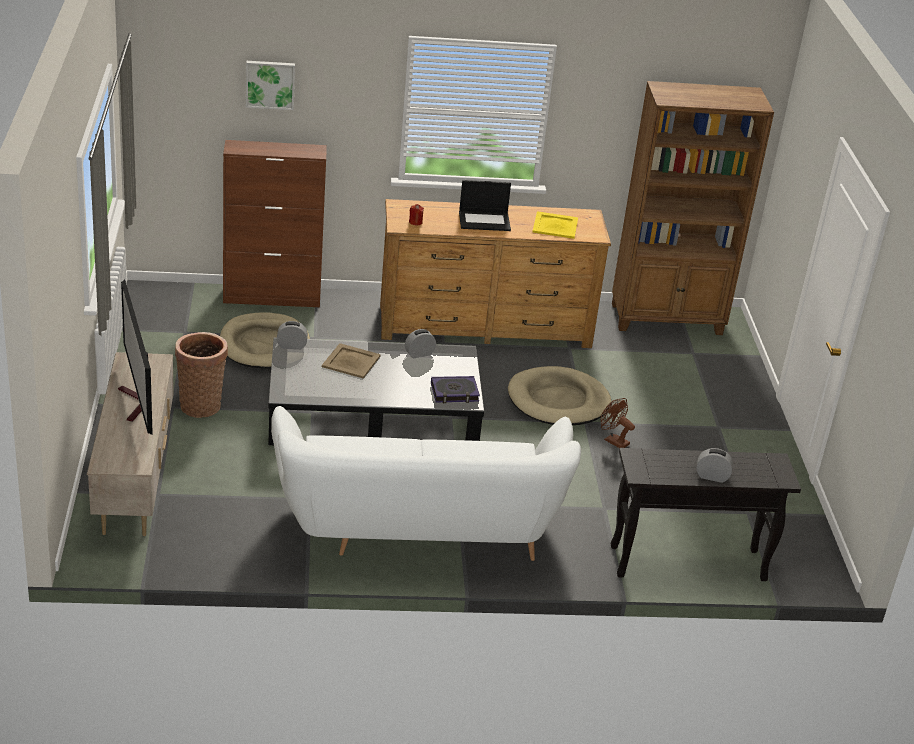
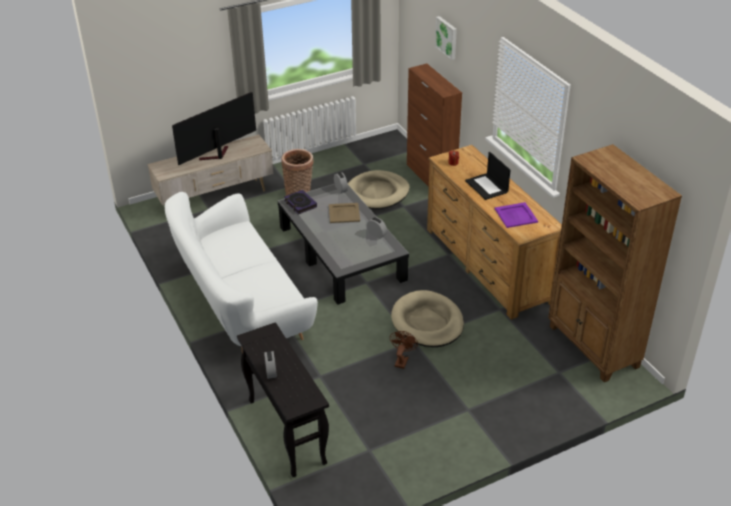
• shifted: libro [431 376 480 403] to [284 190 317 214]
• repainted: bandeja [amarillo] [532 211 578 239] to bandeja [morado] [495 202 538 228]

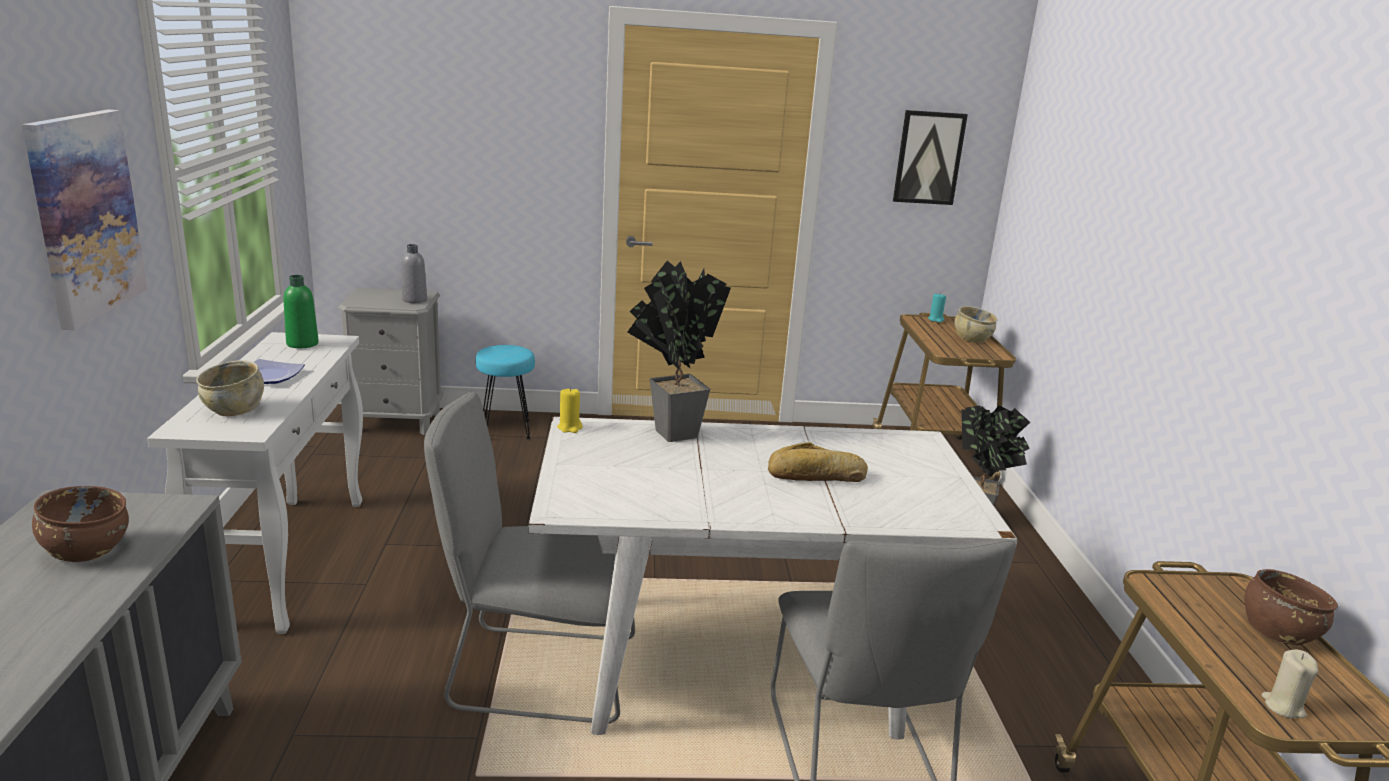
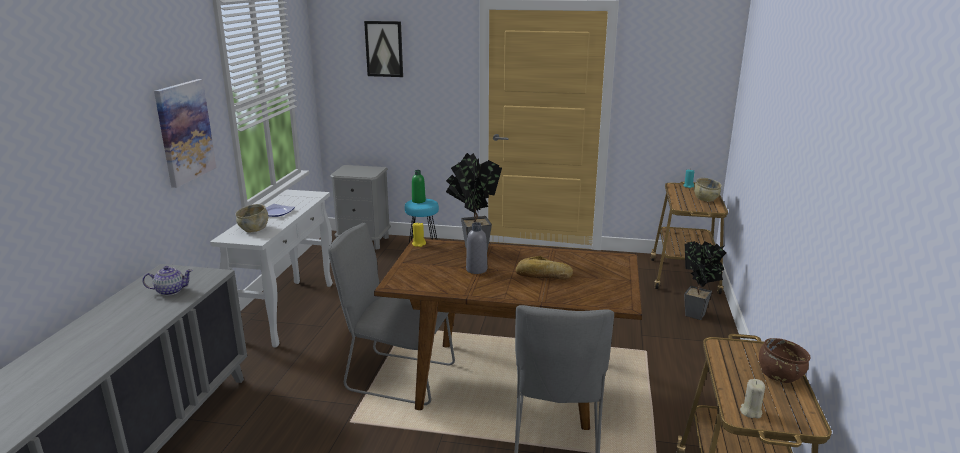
• swapped: cuenco [marrón] [32 486 129 562] to tetera [142 266 193 296]
• shifted: cuadro [893 110 968 205] to [364 21 403 77]
• repainted: mesa de comedor [blanco] [529 417 1018 740] to mesa de comedor [marrón] [374 239 642 430]
• shifted: botella [verde] [283 275 319 348] to [412 170 426 203]
• shifted: botella [gris] [402 244 427 303] to [466 222 487 274]

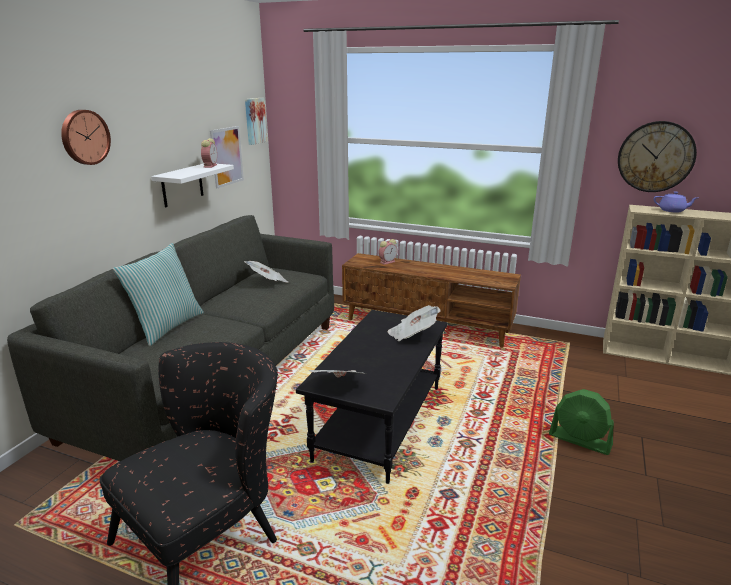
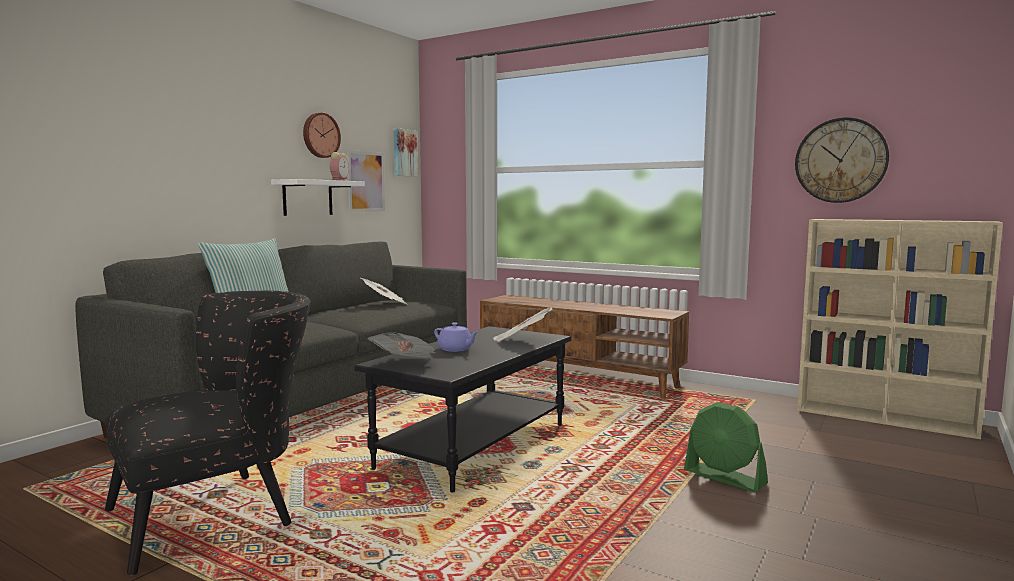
• shifted: reloj de pared [61 110 111 165] to [303 113 341 158]
• shifted: tetera [morado] [654 191 698 212] to [434 322 479 352]
• gone: despertador [378 239 398 265]

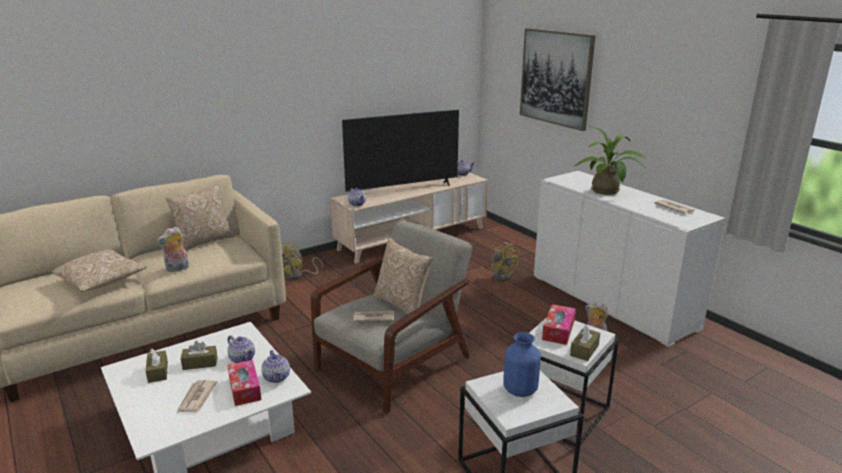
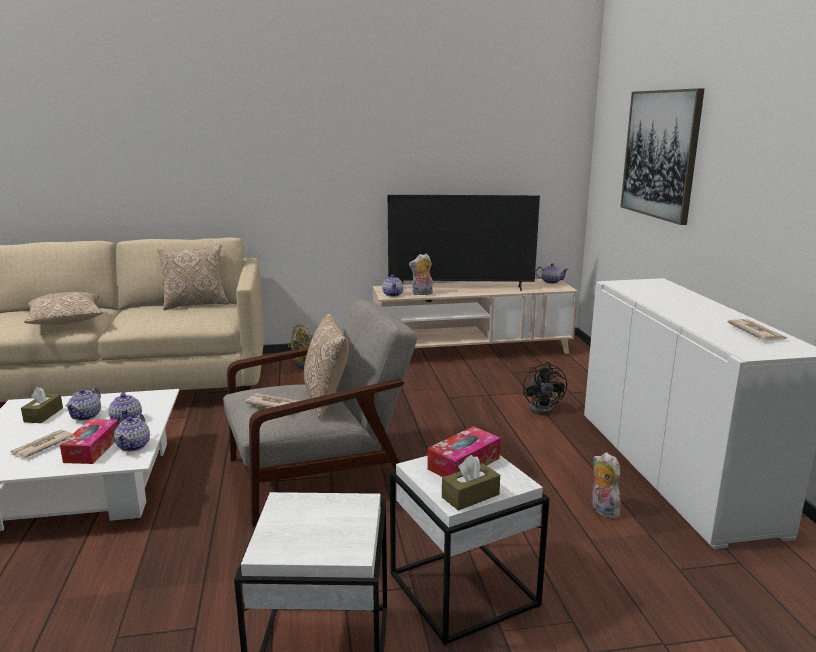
• swapped: caja de pañuelos [marrón] [181 341 217 370] to tetera [65 387 101 421]
• shifted: peluche [156 227 189 272] to [409 254 433 295]
• repainted: ventilador [amarillo] [491 242 519 281] to ventilador [negro] [523 362 567 415]
• gone: florero [azul] [503 332 541 397]
• gone: planta en maceta [574 126 645 195]

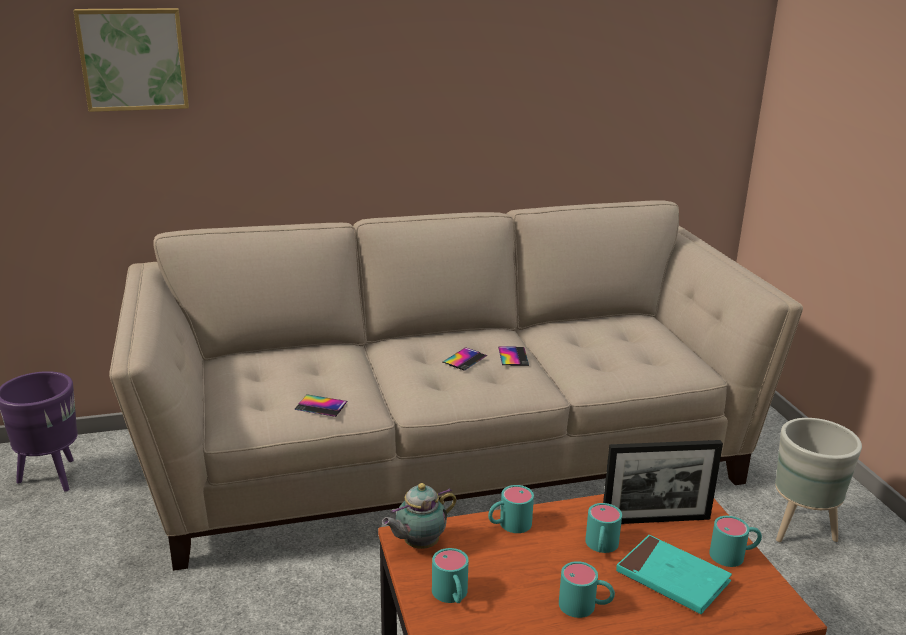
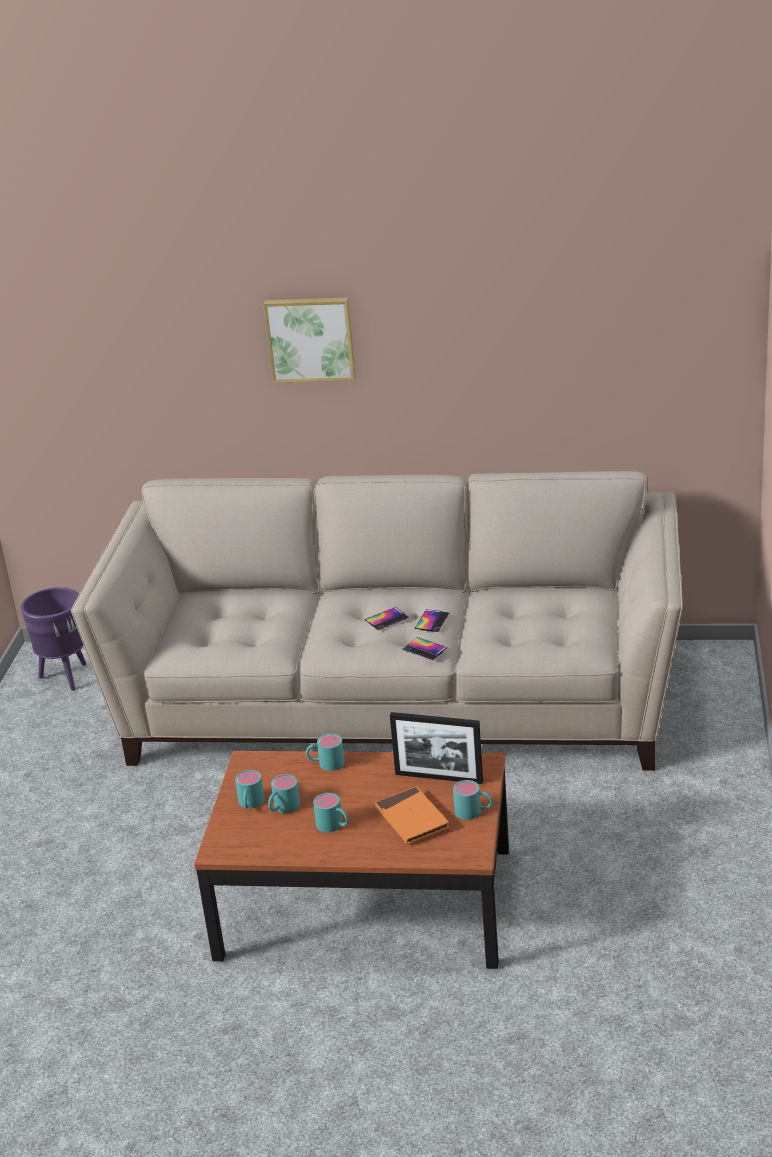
• shifted: cuadro [73 8 189 112] to [263 298 356 383]
• shifted: taza grande [turquesa] [585 503 622 553] to [268 774 300 813]
• repainted: libro [turquesa] [616 535 732 614] to libro [naranja] [375 786 450 845]
• shifted: móvil [294 394 347 417] to [402 637 448 660]
• gone: tetera [382 483 457 549]
• gone: maceta [gris] [775 418 862 542]

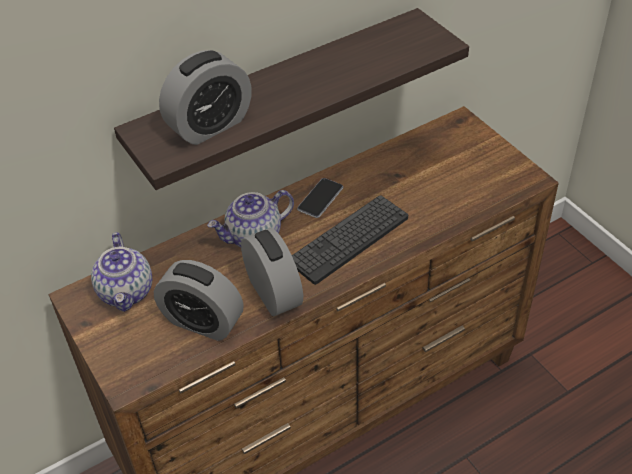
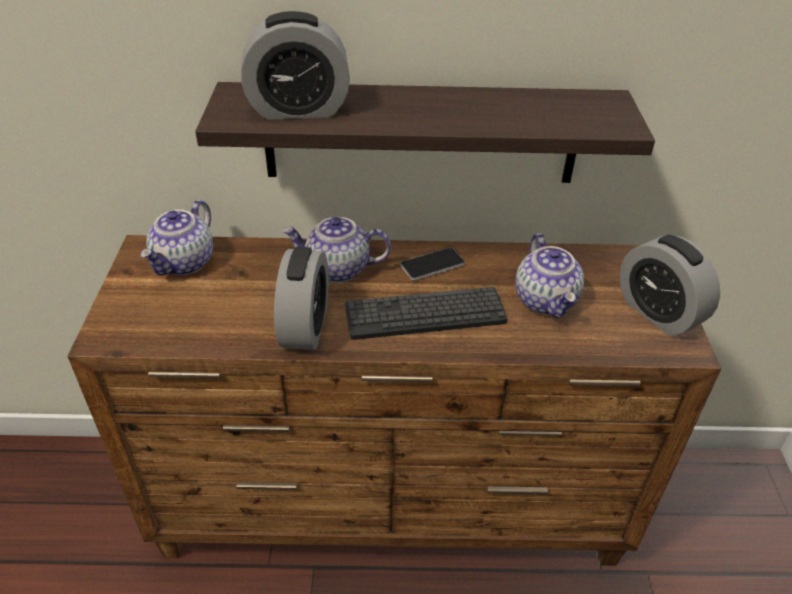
• new: tetera [515 233 584 318]
• shifted: despertador [154 260 243 341] to [620 235 720 336]

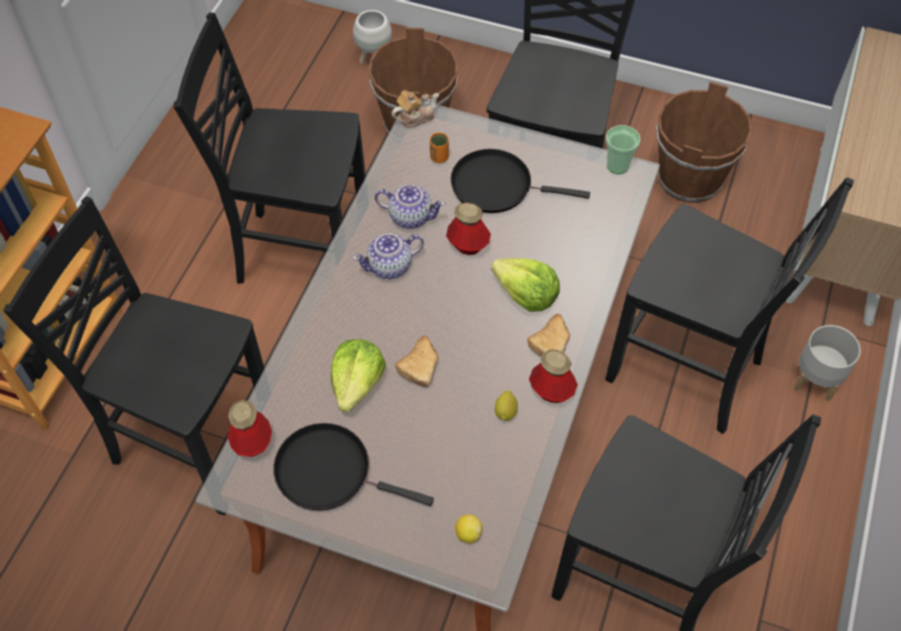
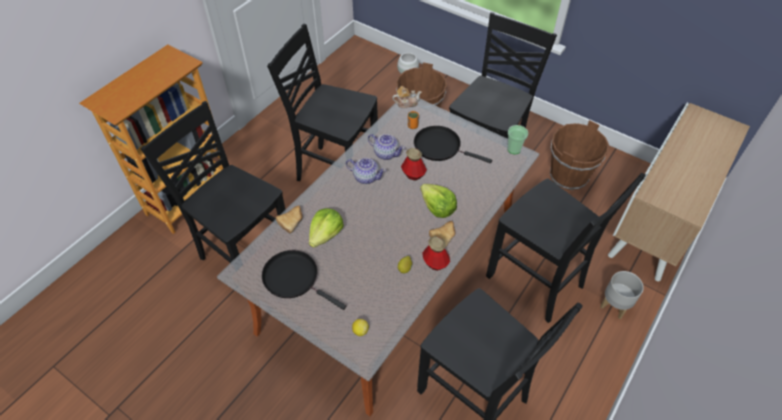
• shifted: pan [395 336 438 387] to [276 205 303 233]
• rotated: tetera [352 233 424 279] = [346 158 386 184] 150 degrees counterclockwise
• gone: botella [228 400 272 457]

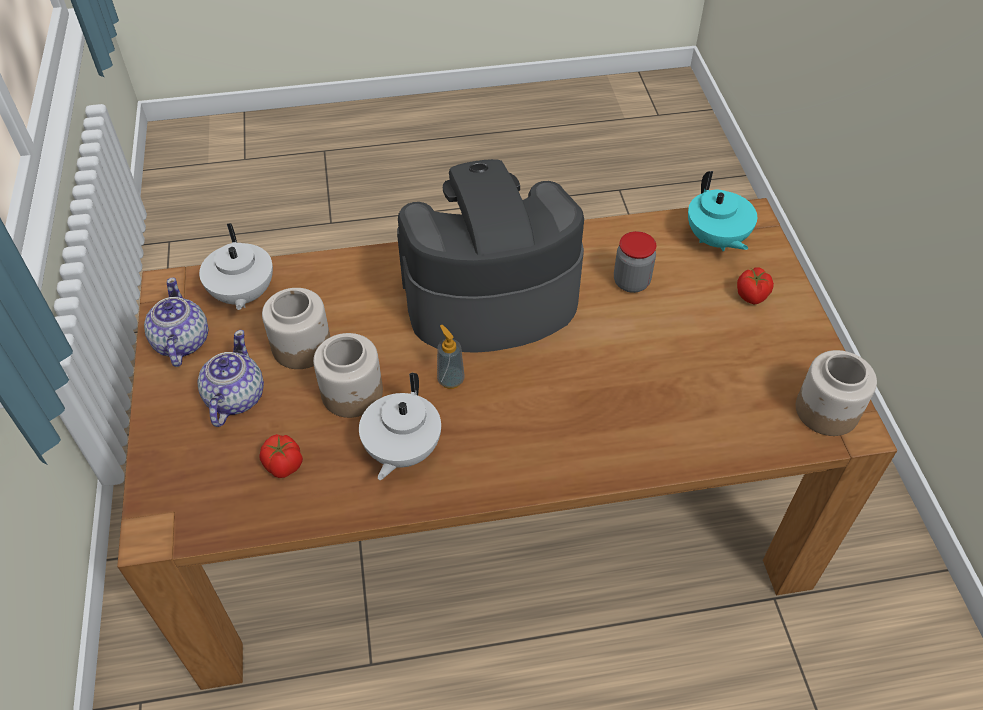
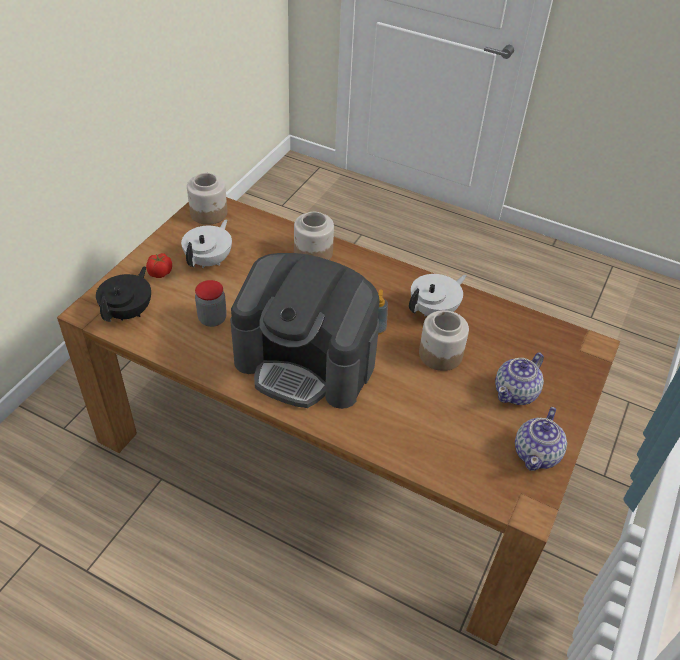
• repainted: tetera [turquesa] [688 171 757 251] to tetera [negro] [96 266 151 322]
• shifted: tetera [blanco] [199 223 273 310] to [181 219 232 268]
• shifted: tarro [262 288 330 369] to [294 212 334 260]
• gone: tomate [259 434 303 478]

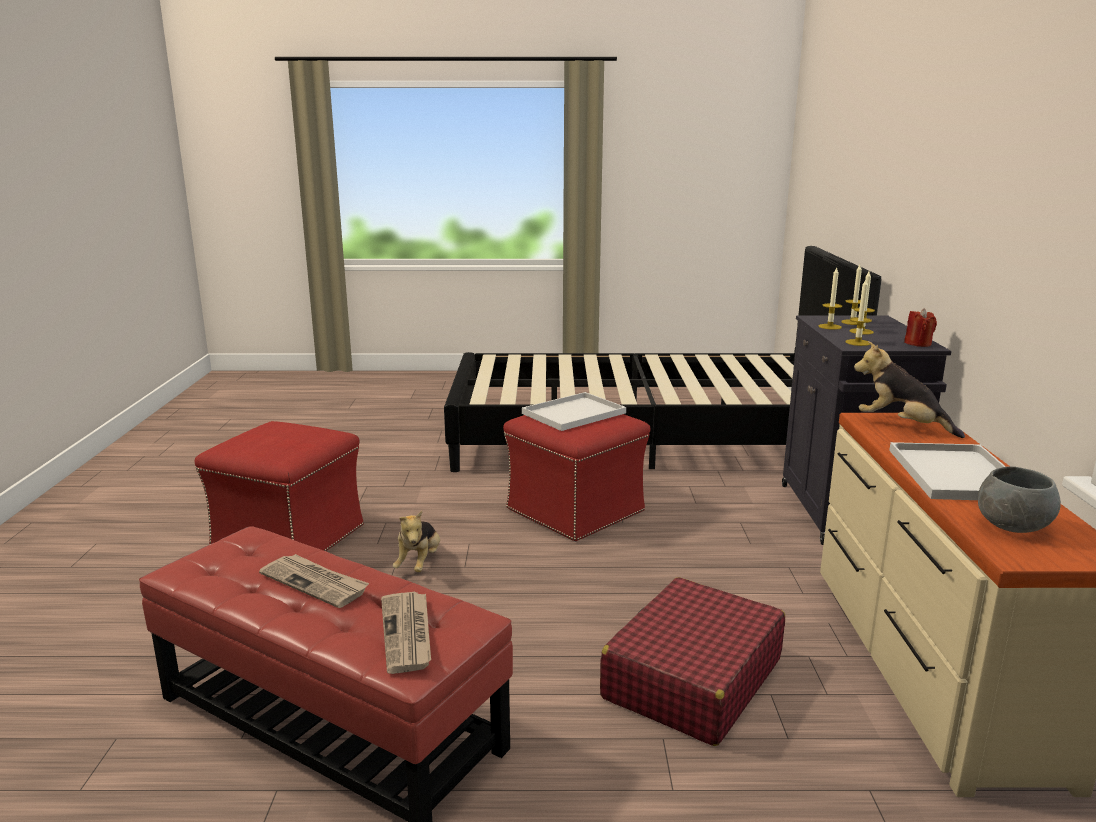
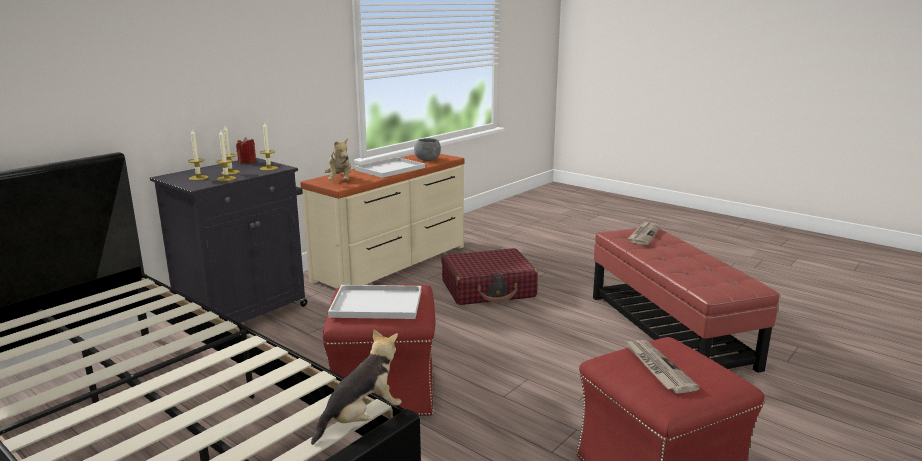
• shifted: peluche [393 511 440 572] to [311 329 401 445]
• shifted: periódico [259 554 369 608] to [625 340 700 394]

